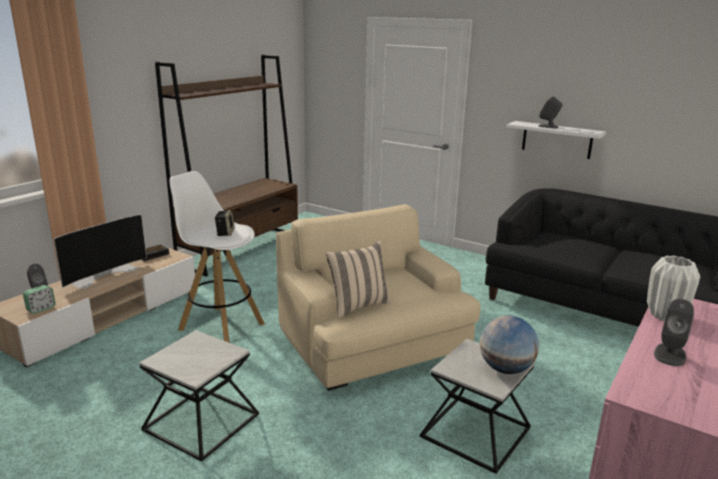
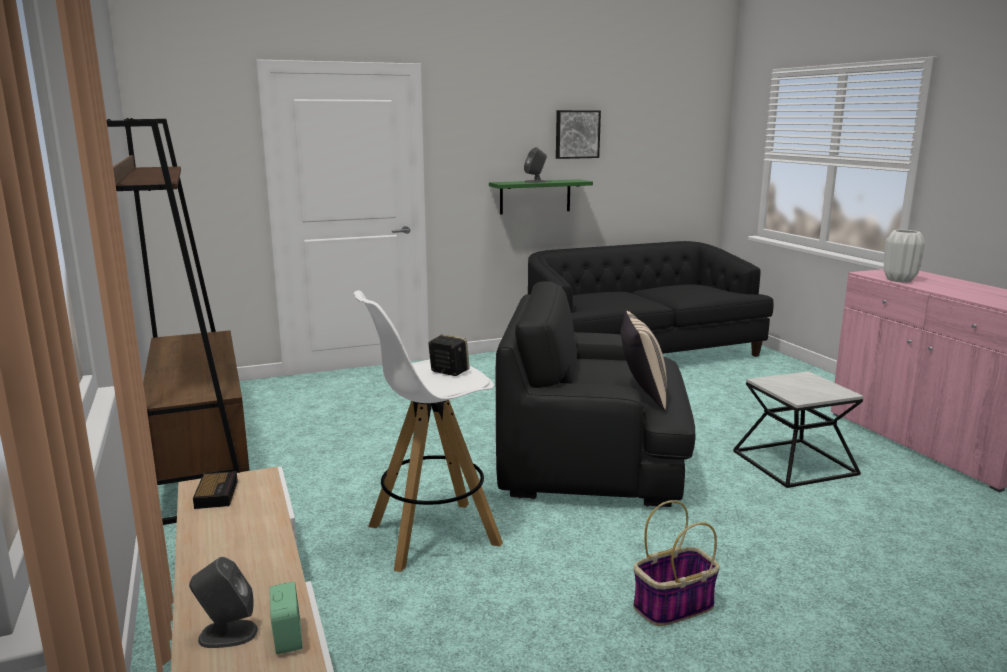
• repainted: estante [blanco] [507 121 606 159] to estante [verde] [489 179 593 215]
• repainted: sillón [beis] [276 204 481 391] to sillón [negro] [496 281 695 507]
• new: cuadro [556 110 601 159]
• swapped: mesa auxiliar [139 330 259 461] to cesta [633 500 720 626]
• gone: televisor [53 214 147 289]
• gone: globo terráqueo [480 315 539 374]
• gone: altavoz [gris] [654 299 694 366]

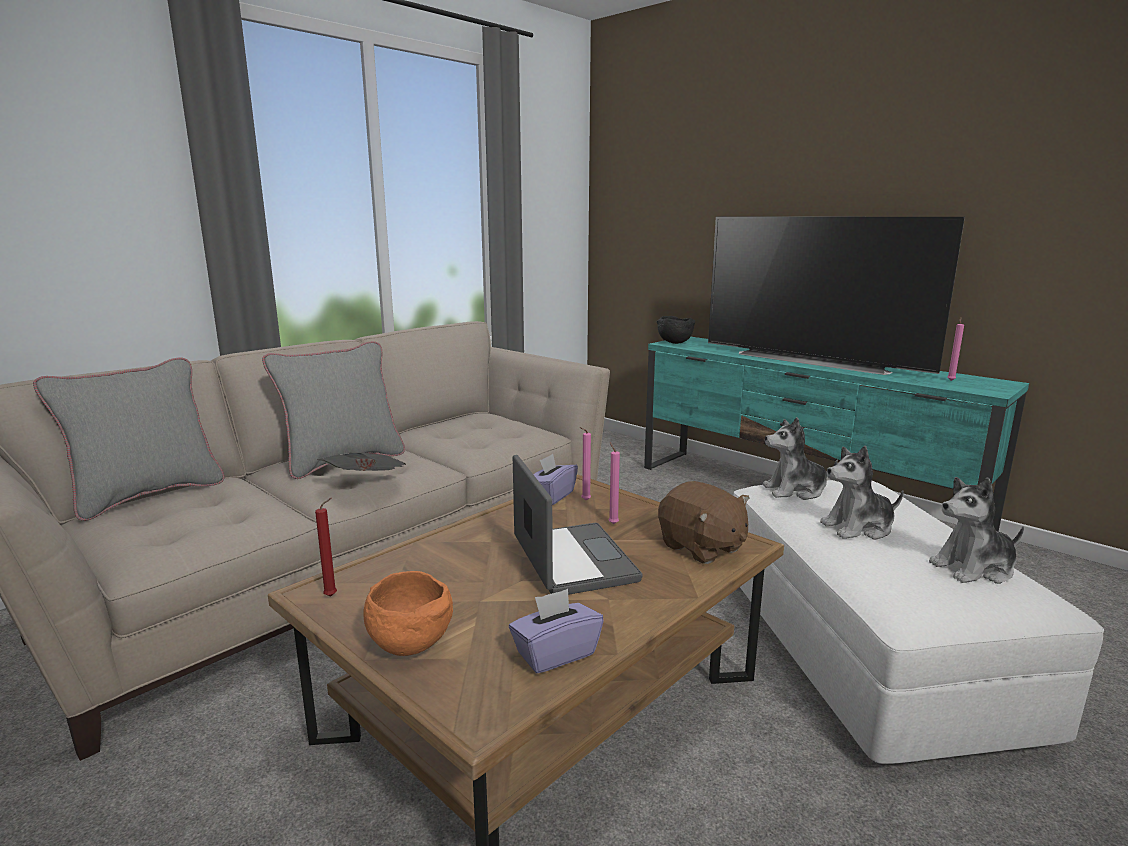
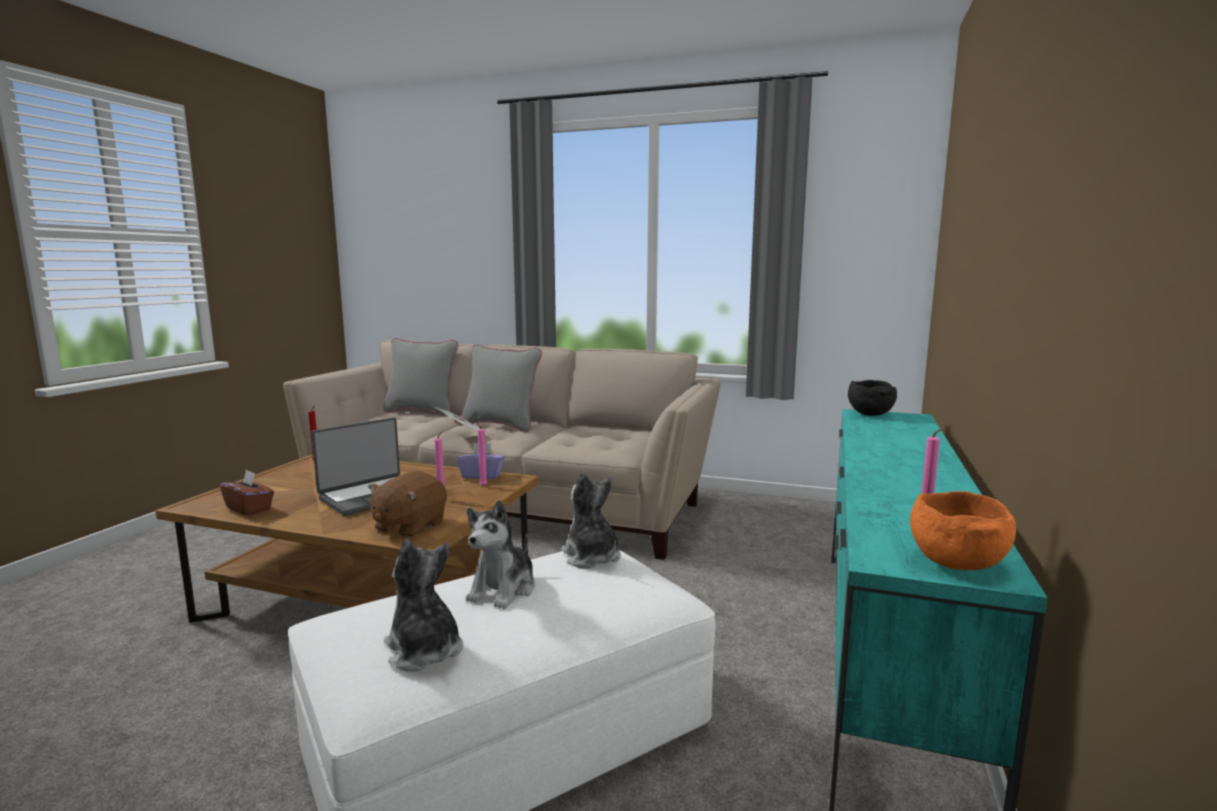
• repainted: caja de pañuelos [morado] [509 589 604 673] to caja de pañuelos [marrón] [220 469 274 516]
• rotated: peluche [820 446 904 540] = [466 500 535 609] 120 degrees counterclockwise
• shifted: cuenco [naranja] [363 571 453 656] to [910 491 1016 570]
• gone: televisor [708 217 965 375]

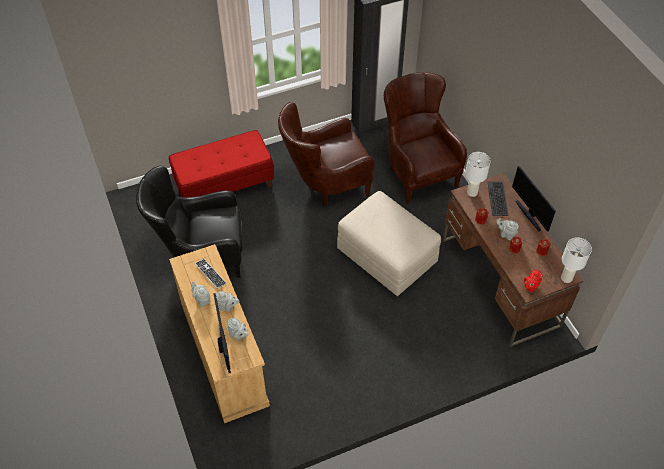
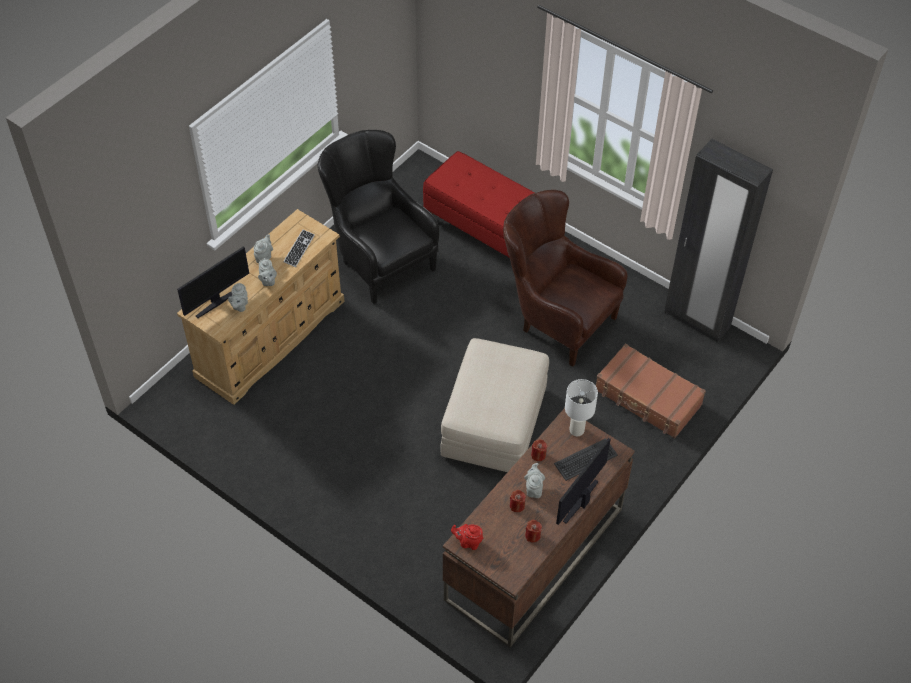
• swapped: sillón [marrón] [384 72 467 204] to maleta [marrón] [596 344 706 438]
• gone: lámpara de mesa [blanco] [561 237 592 283]

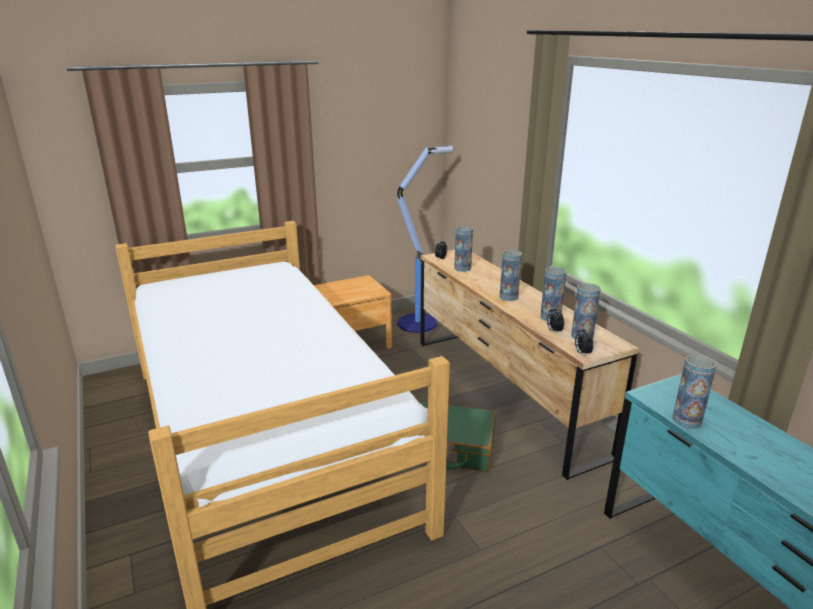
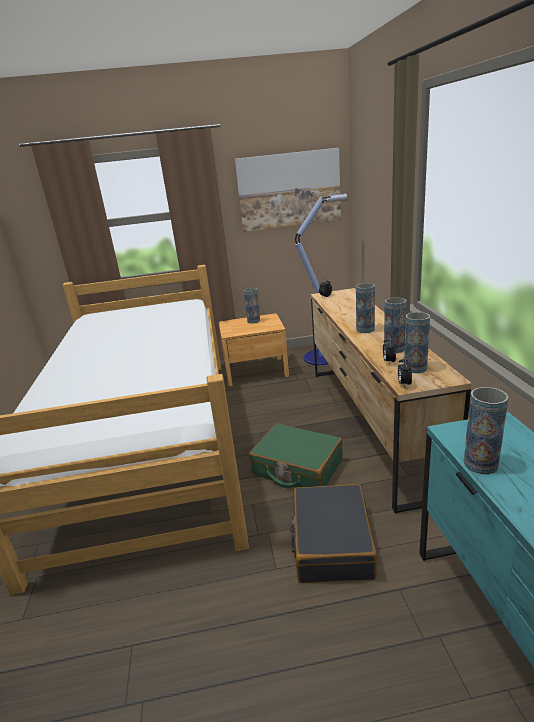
• new: cuadro [235 148 341 232]
• shifted: florero [454 226 473 272] to [244 288 260 324]
• new: maleta [negro] [290 484 377 583]

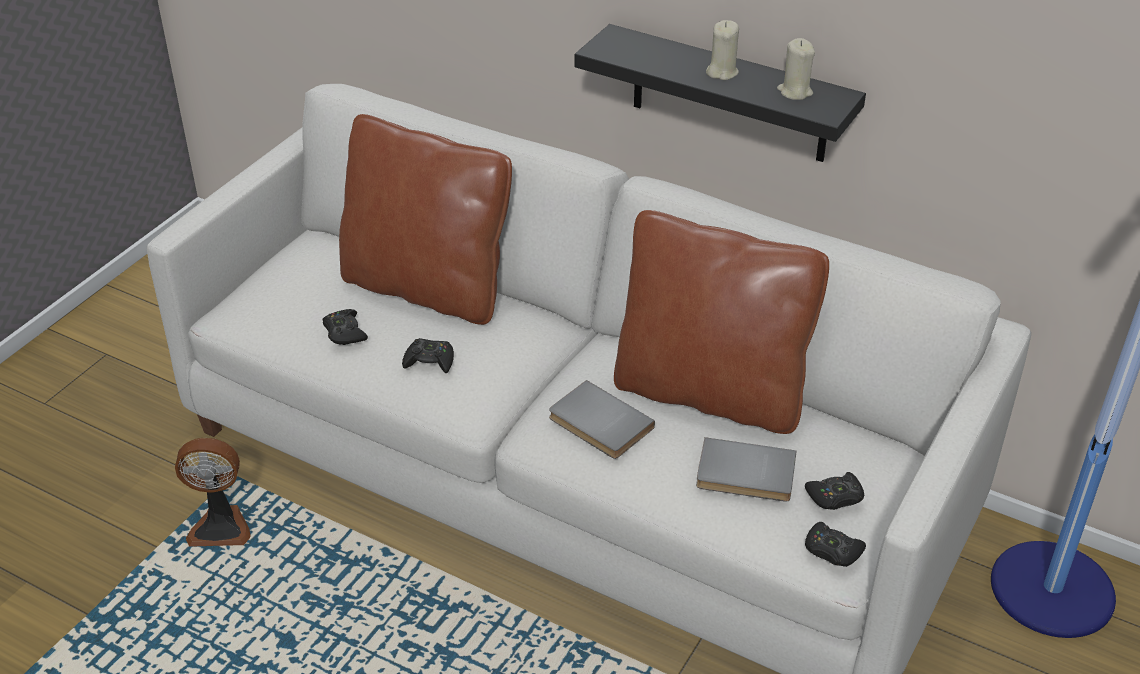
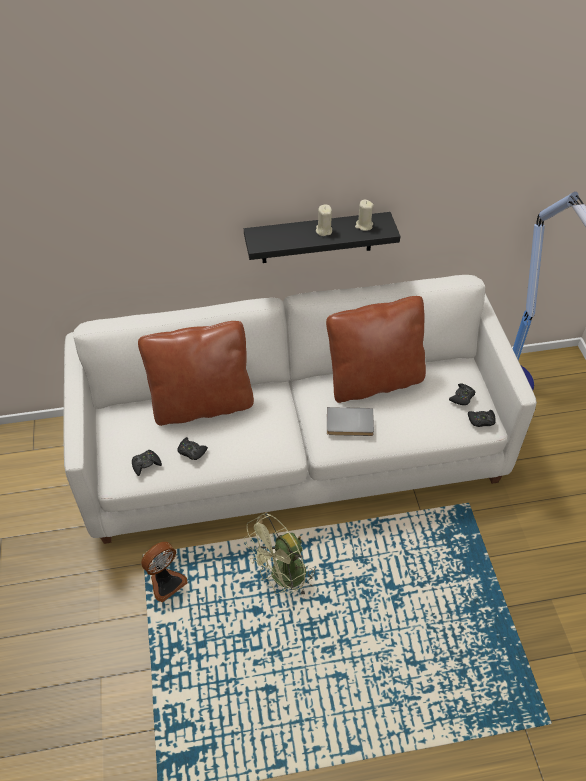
• shifted: mando de consola [negro] [402 338 454 373] to [132 450 162 476]
• new: ventilador [verde] [244 513 316 597]
• gone: libro [gris] [696 437 797 502]

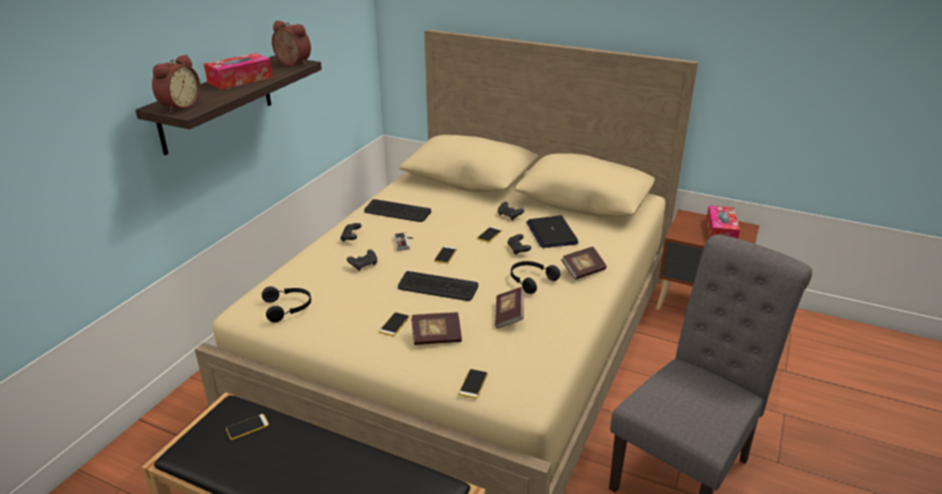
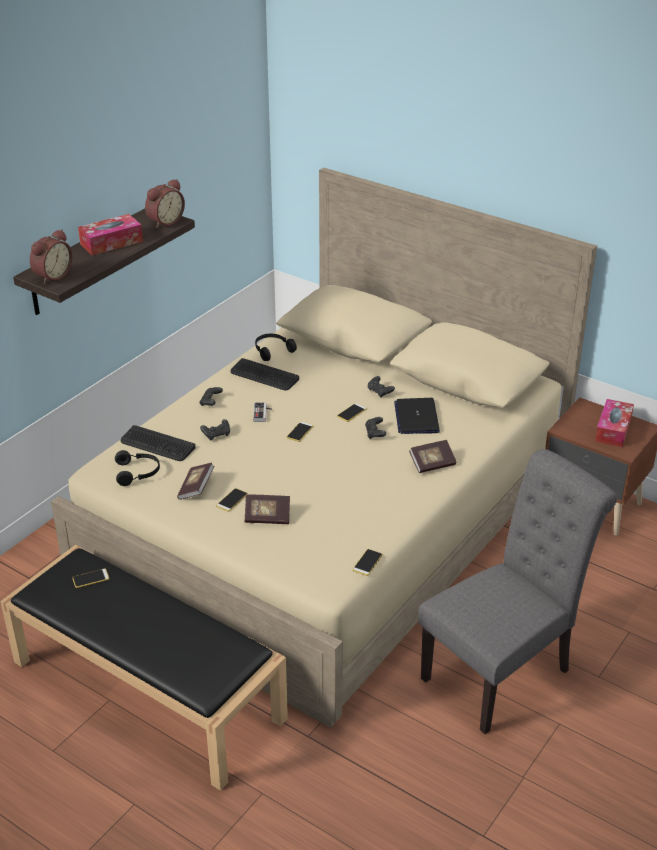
• shifted: teclado [398 271 478 301] to [121 425 195 461]
• rotated: despertador [272 21 311 66] = [145 179 185 228] 90 degrees clockwise
• shifted: libro [495 287 524 329] to [177 463 214 500]
• shifted: auriculares [negro] [511 261 560 294] to [255 334 297 361]
• shifted: móvil [458 369 488 399] to [353 549 383 576]

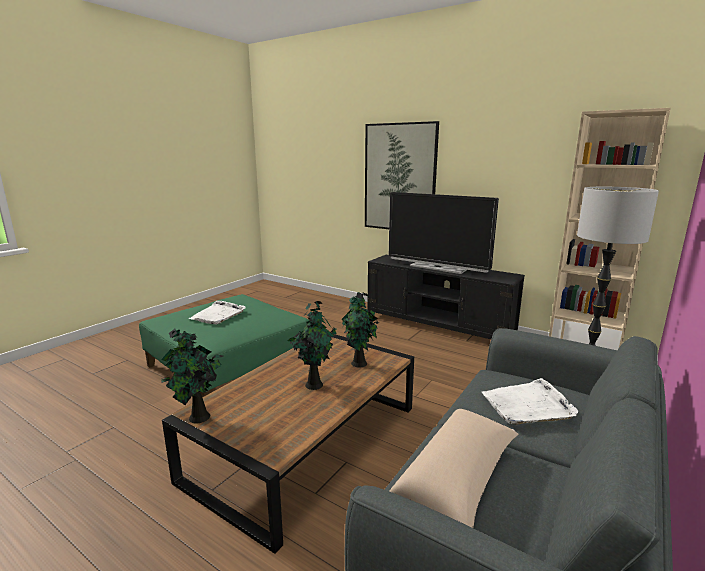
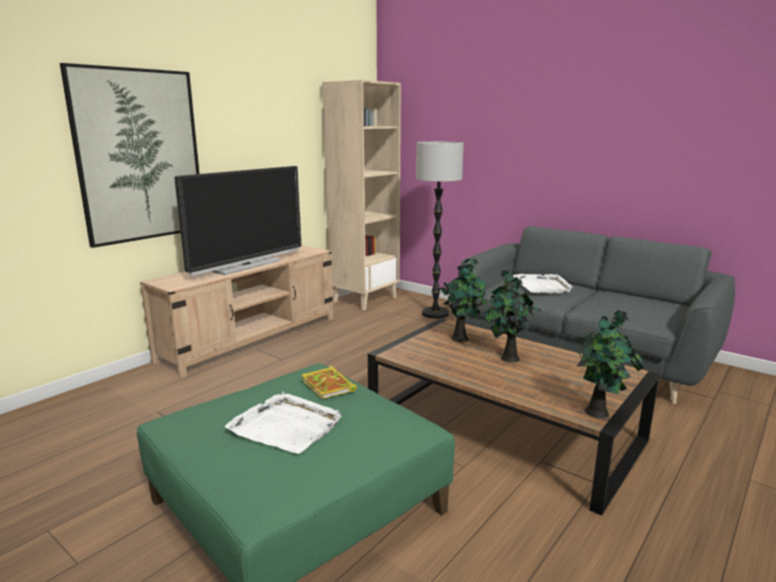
• repainted: mueble de televisión [negro] [368 255 525 339] to mueble de televisión [beis] [140 245 333 379]
• new: libro [302 366 357 399]
• gone: cojín [beis] [389 409 519 528]

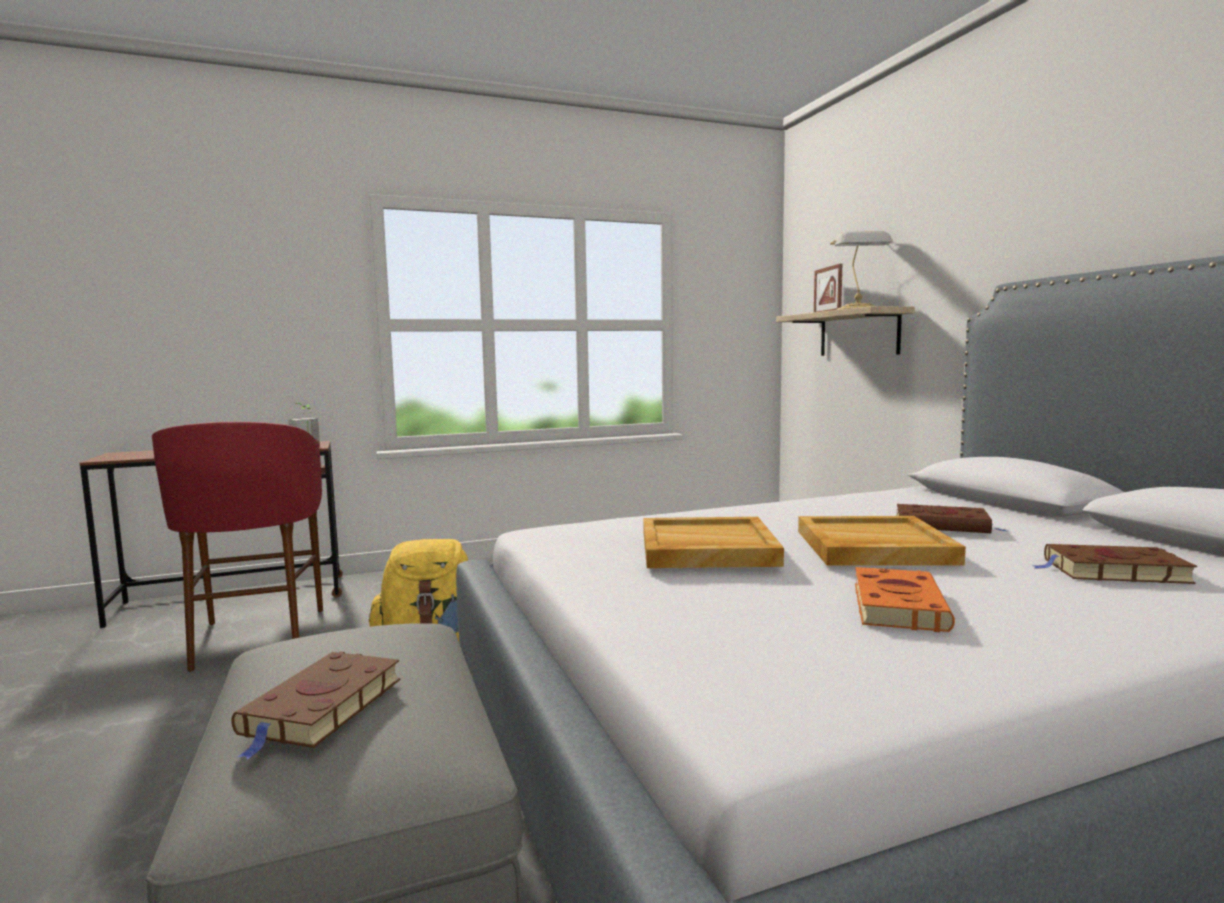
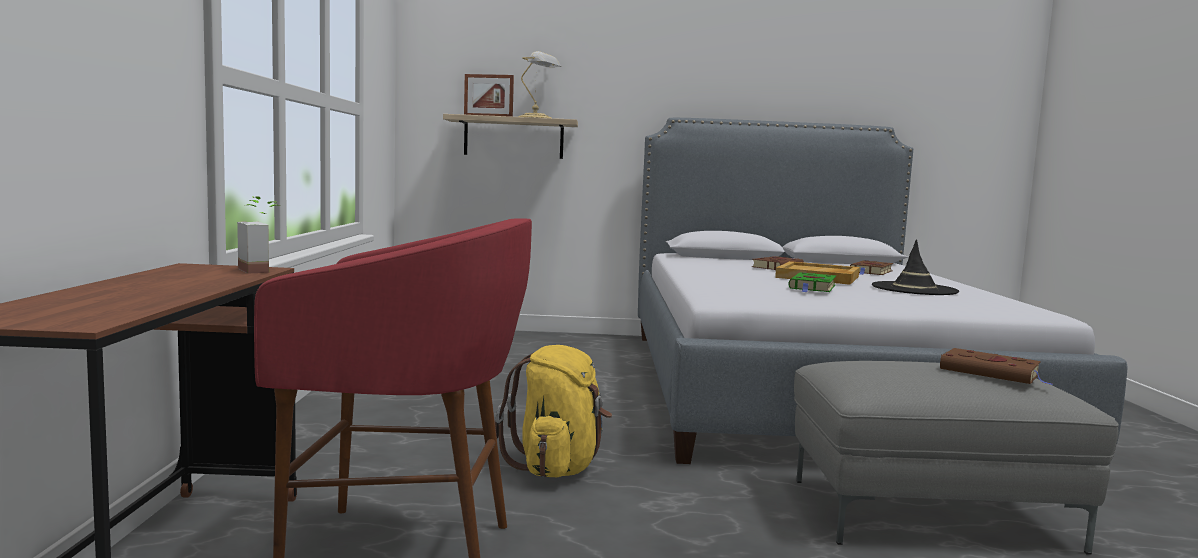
• swapped: bandeja [beis] [643 517 784 568] to libro [verde] [788 272 836 292]
• swapped: libro [naranja] [855 567 955 632] to sombrero [negro] [872 240 959 295]

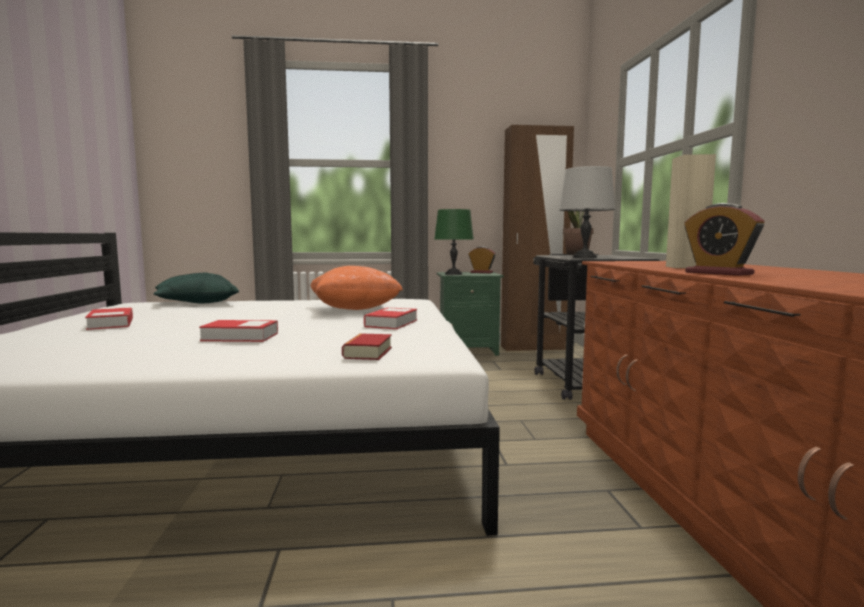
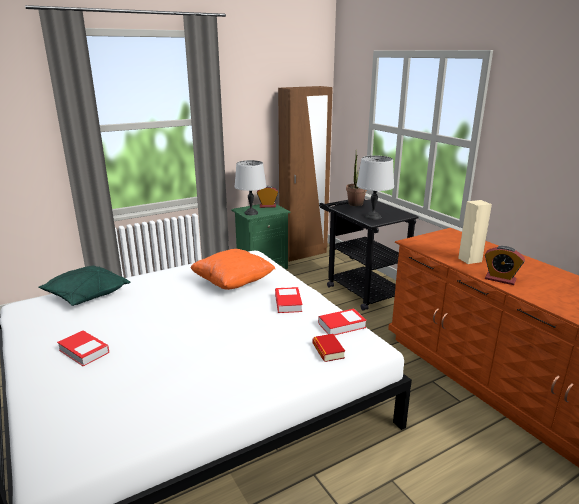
• repainted: lámpara de mesa [verde] [434 209 474 275] to lámpara de mesa [gris] [234 160 266 215]
• shifted: libro [199 320 278 342] to [318 309 367 335]

